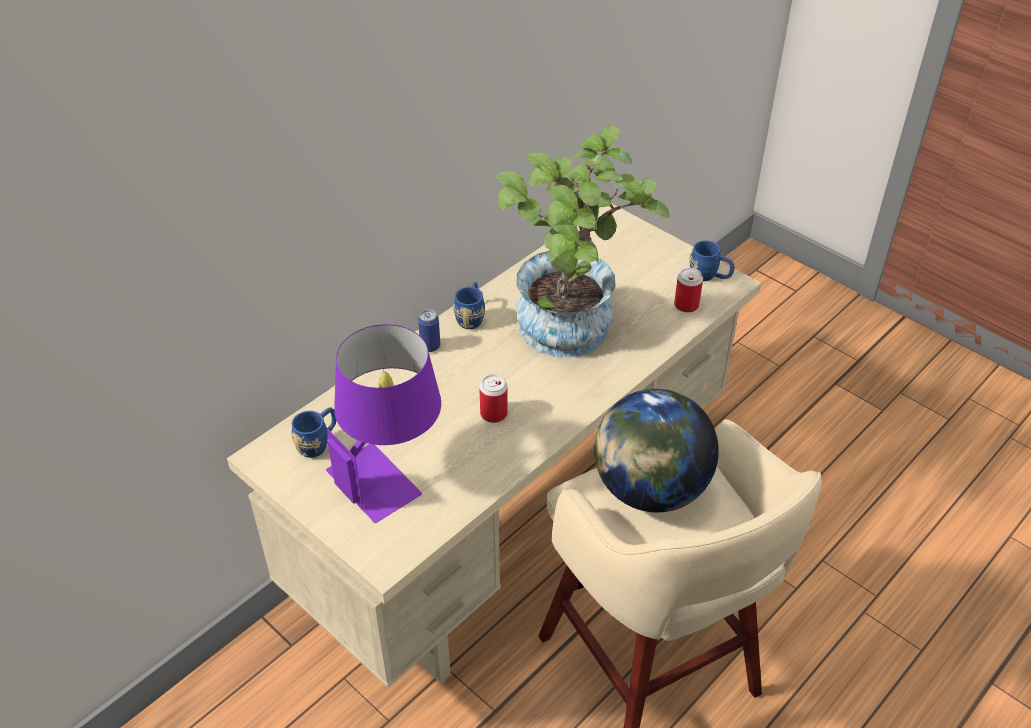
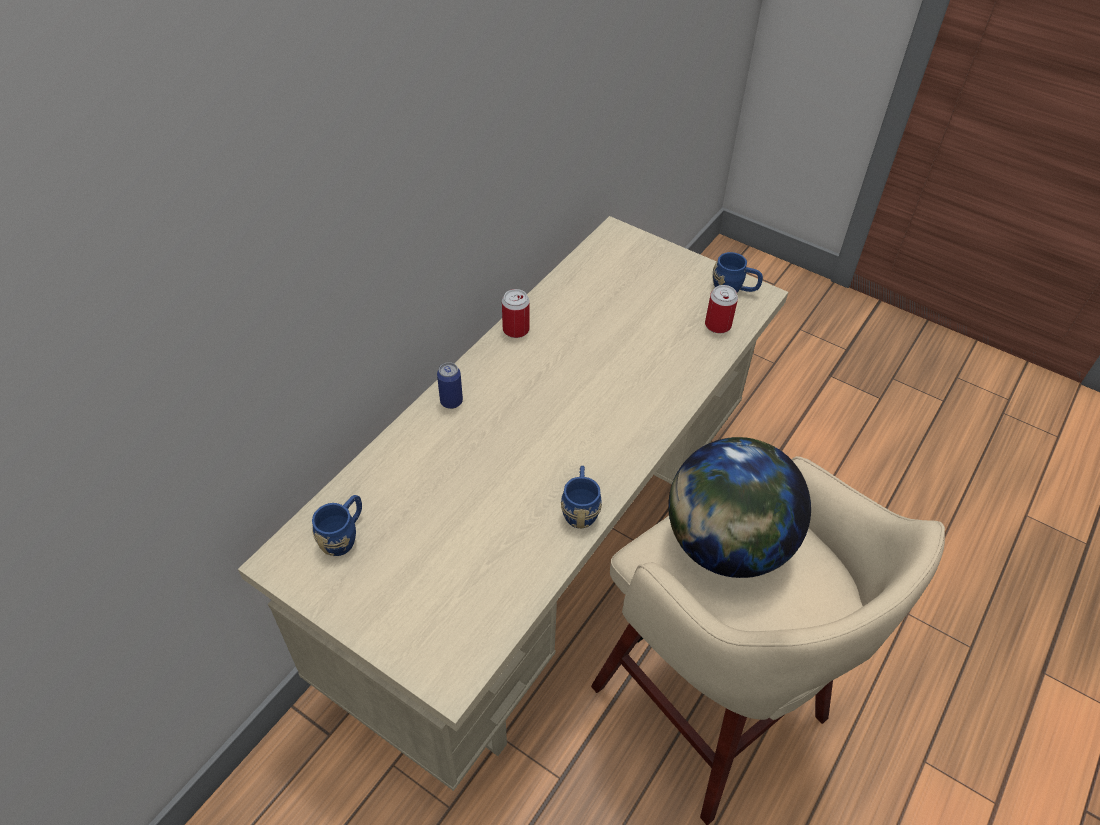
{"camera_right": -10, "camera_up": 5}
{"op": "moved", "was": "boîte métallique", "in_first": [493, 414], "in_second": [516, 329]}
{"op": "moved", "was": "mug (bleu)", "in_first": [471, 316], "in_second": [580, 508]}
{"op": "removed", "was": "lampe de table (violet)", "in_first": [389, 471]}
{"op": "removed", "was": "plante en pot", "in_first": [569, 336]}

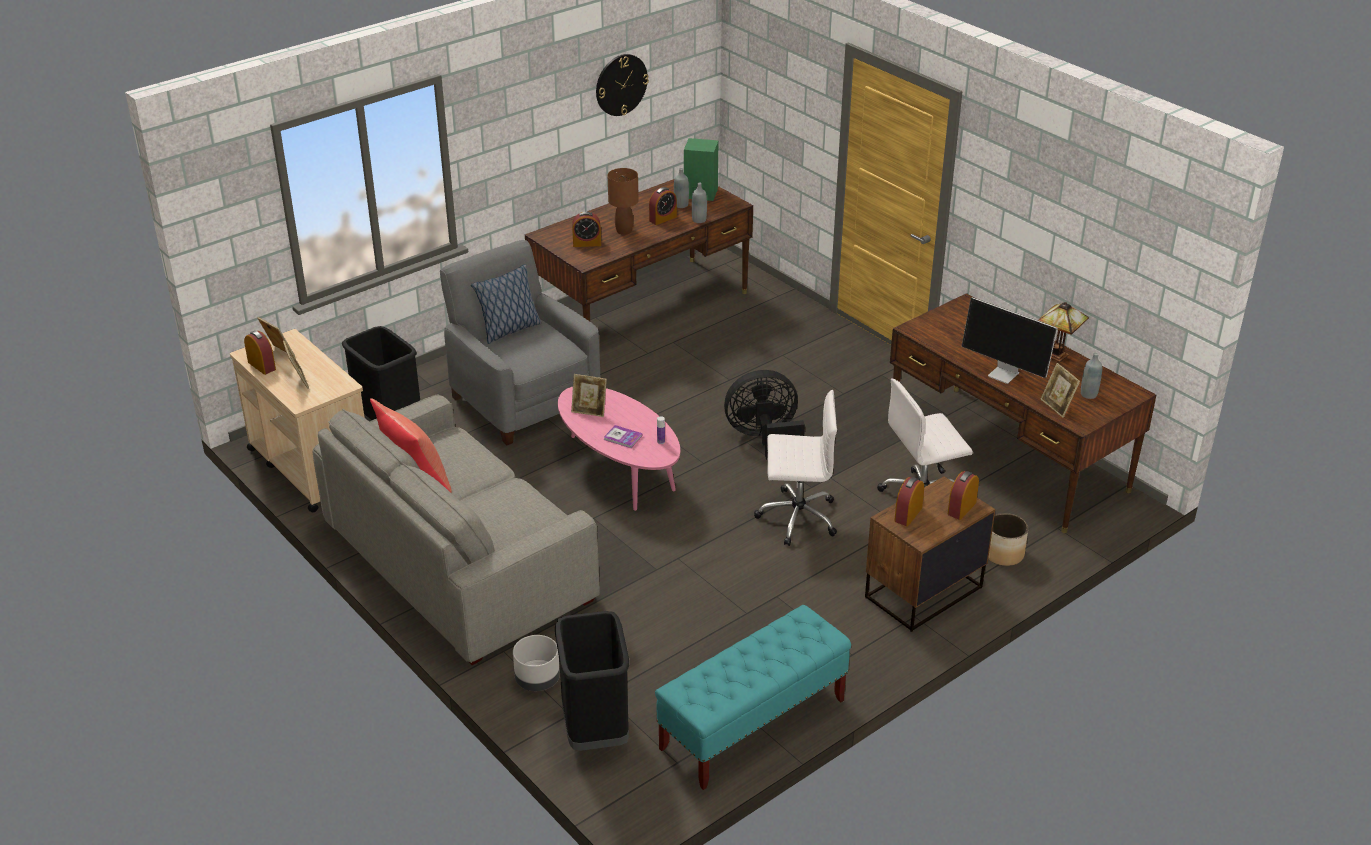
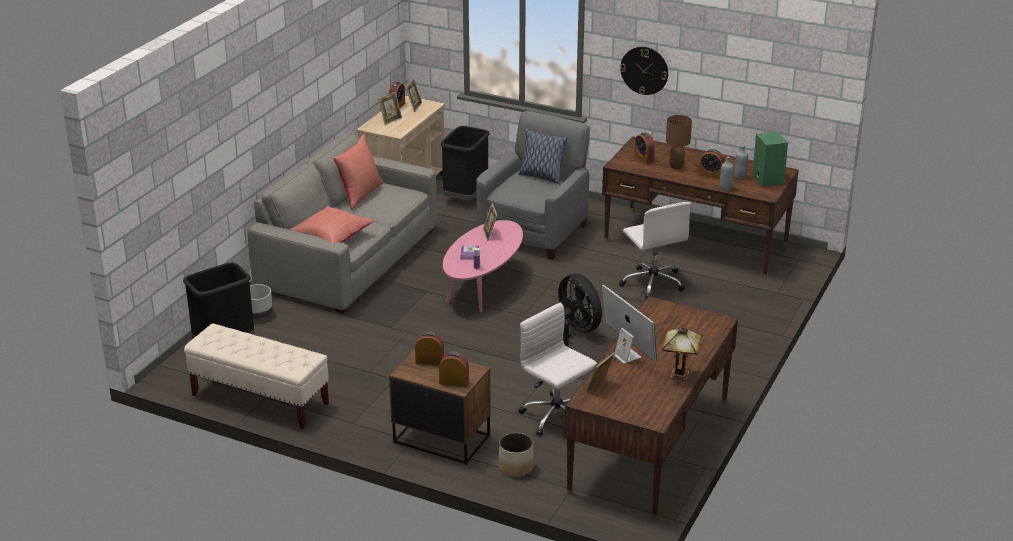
{"camera_right": 65, "camera_up": -5}
{"op": "recoloured", "was": "banc (turquoise)", "now": "banc (beige)", "in_first": [752, 725], "in_second": [260, 399]}
{"op": "added", "now": "coussin (rouge)", "in_second": [331, 237]}
{"op": "turned", "was": "écran d'ordinateur", "in_first": [1004, 374], "in_second": [625, 356], "clockwise": 135}
{"op": "moved", "was": "chaise de bureau (blanc)", "in_first": [796, 517], "in_second": [652, 282]}
{"op": "moved", "was": "horloge murale", "in_first": [621, 84], "in_second": [644, 70]}
{"op": "removed", "was": "bouteille (gris)", "in_first": [1088, 394]}

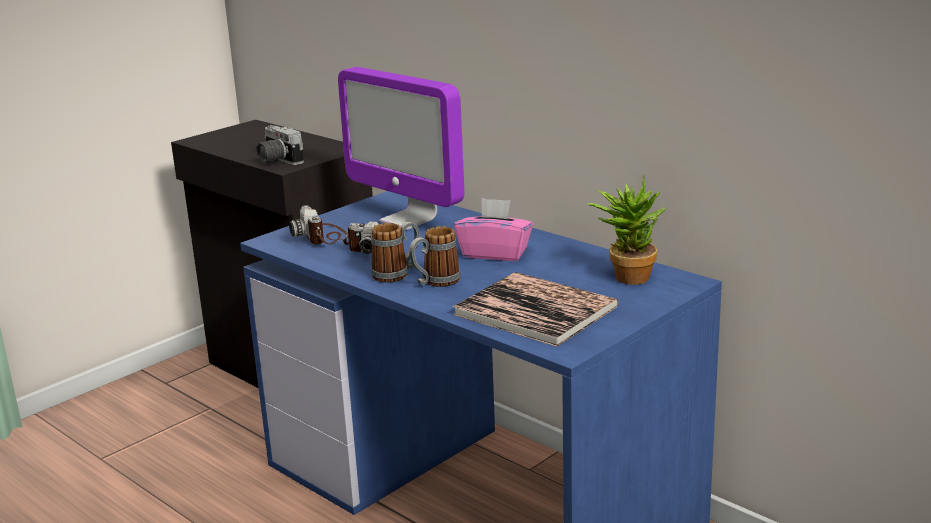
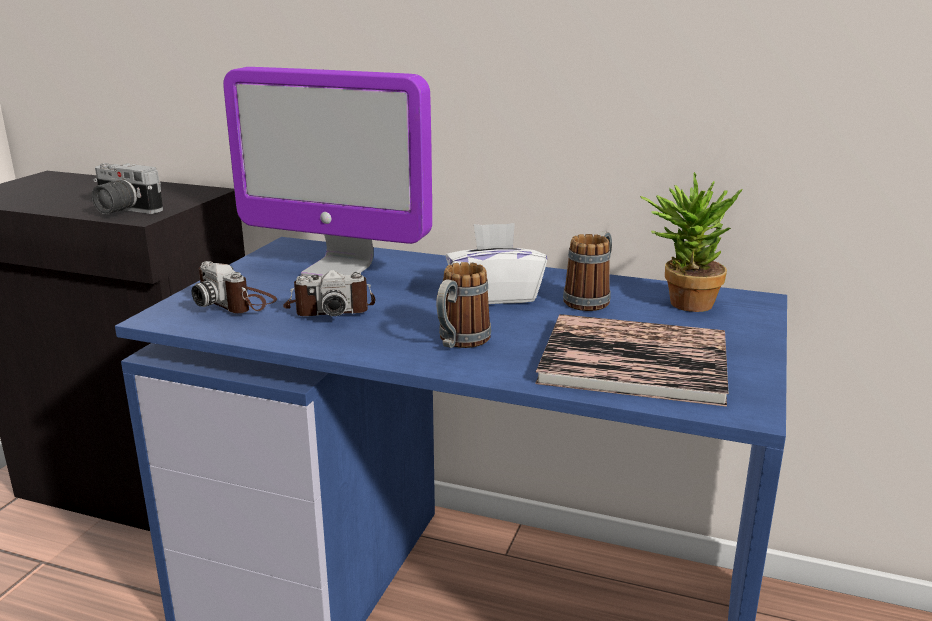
{"camera_right": -25, "camera_up": 0}
{"op": "recoloured", "was": "boîte à mouchoirs (rose)", "now": "boîte à mouchoirs (blanc)", "in_first": [495, 253], "in_second": [494, 296]}
{"op": "moved", "was": "mug", "in_first": [397, 274], "in_second": [591, 299]}

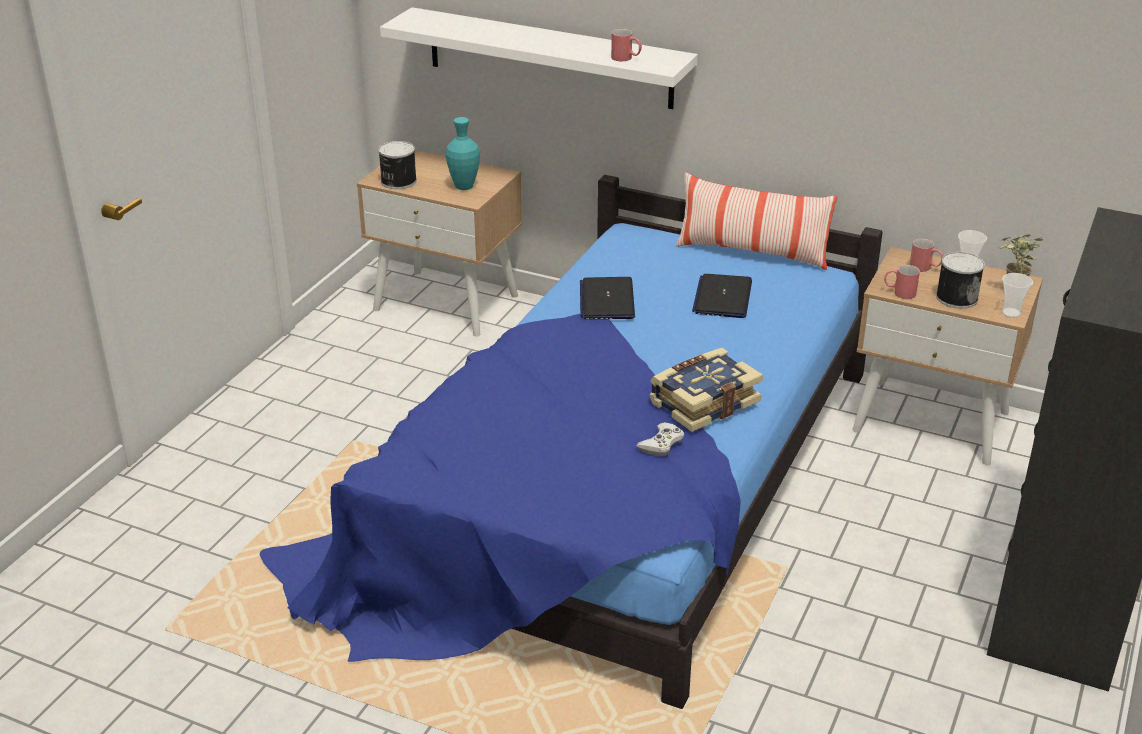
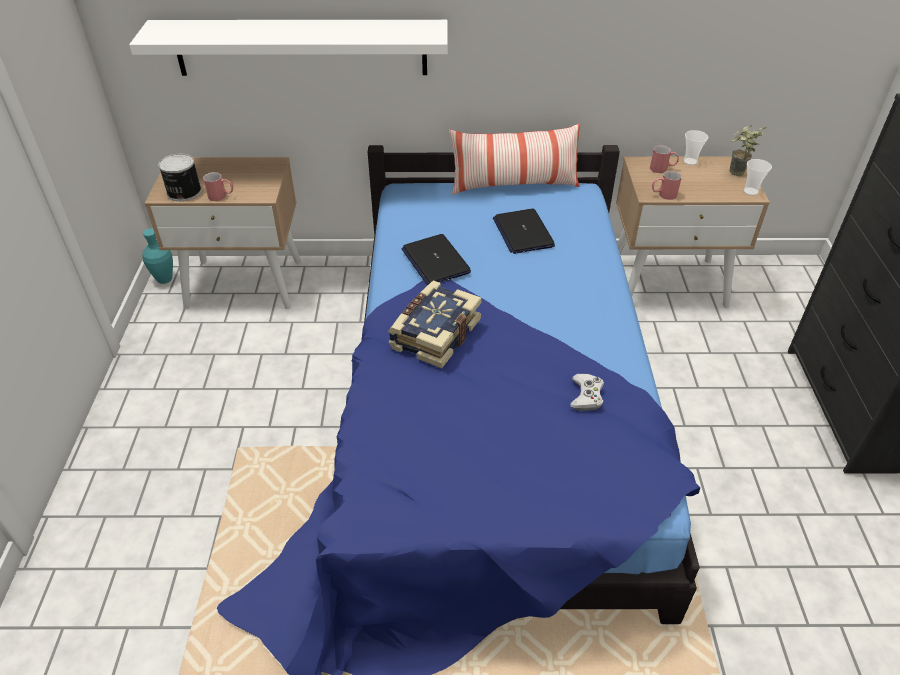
{"camera_right": -25, "camera_up": 10}
{"op": "moved", "was": "vase (turquoise)", "in_first": [464, 187], "in_second": [164, 279]}
{"op": "moved", "was": "mug (rouge)", "in_first": [626, 58], "in_second": [221, 196]}
{"op": "moved", "was": "livre", "in_first": [703, 402], "in_second": [434, 334]}
{"op": "removed", "was": "boîte métallique", "in_first": [956, 297]}

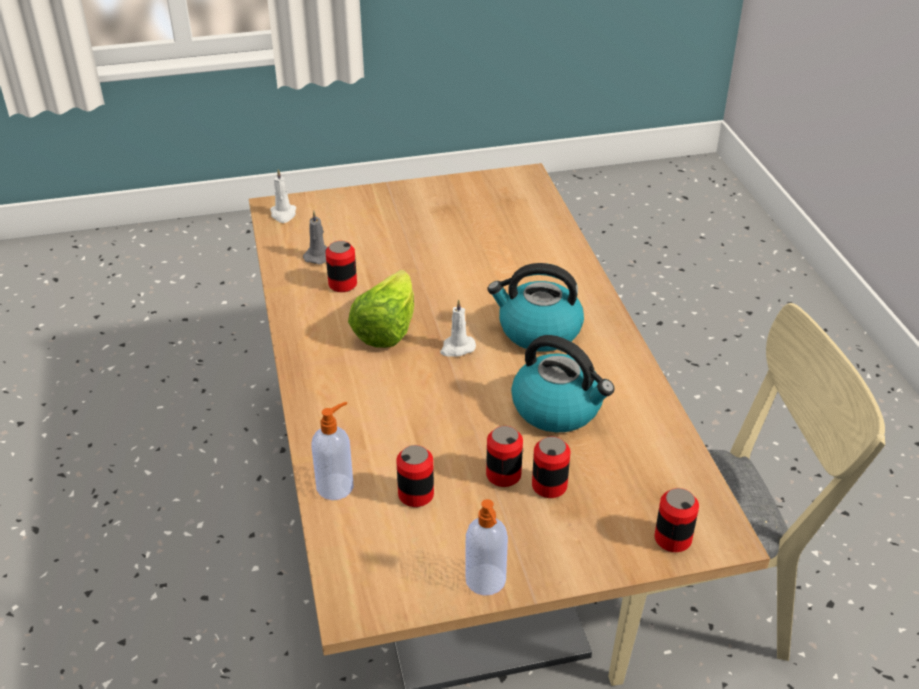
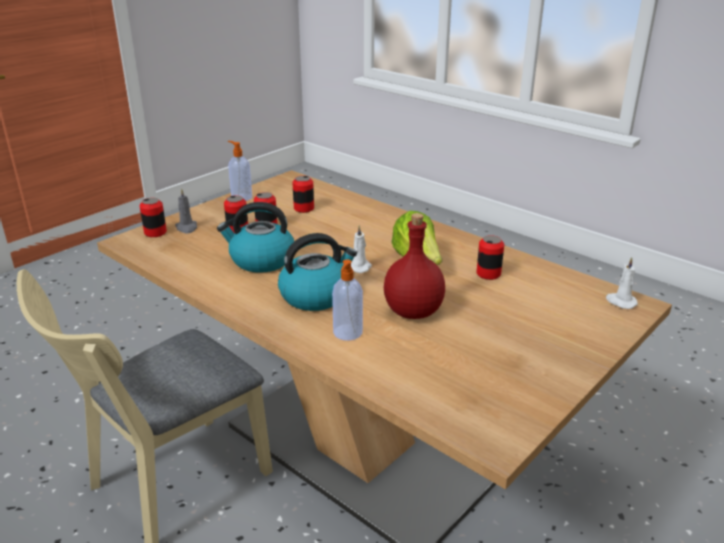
{"camera_right": 145, "camera_up": -10}
{"op": "moved", "was": "bougie (gris)", "in_first": [318, 256], "in_second": [187, 228]}
{"op": "moved", "was": "distributeur de savon", "in_first": [336, 486], "in_second": [347, 333]}
{"op": "added", "now": "bouteille (rouge)", "in_second": [413, 311]}

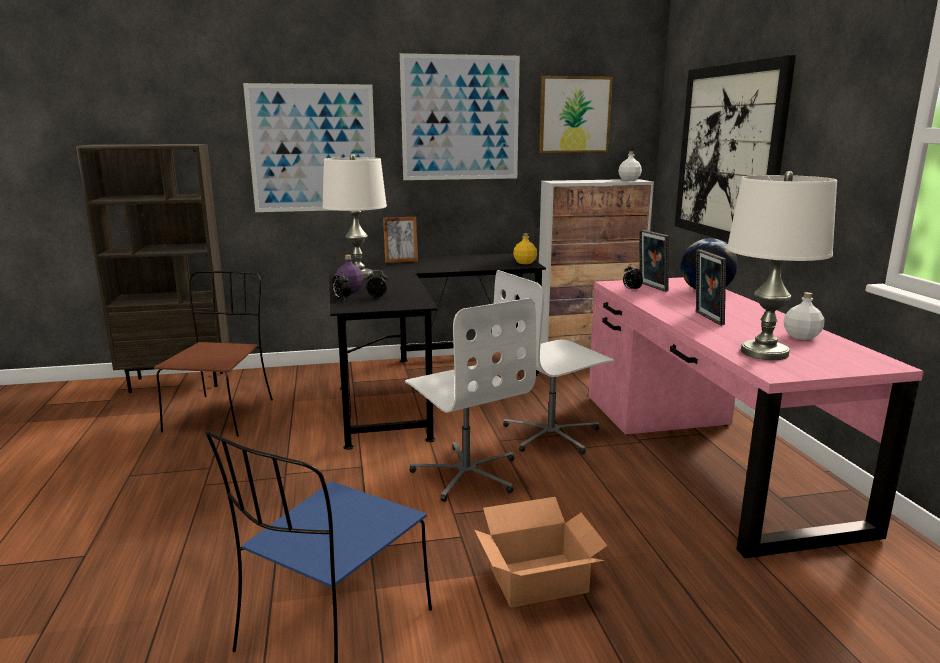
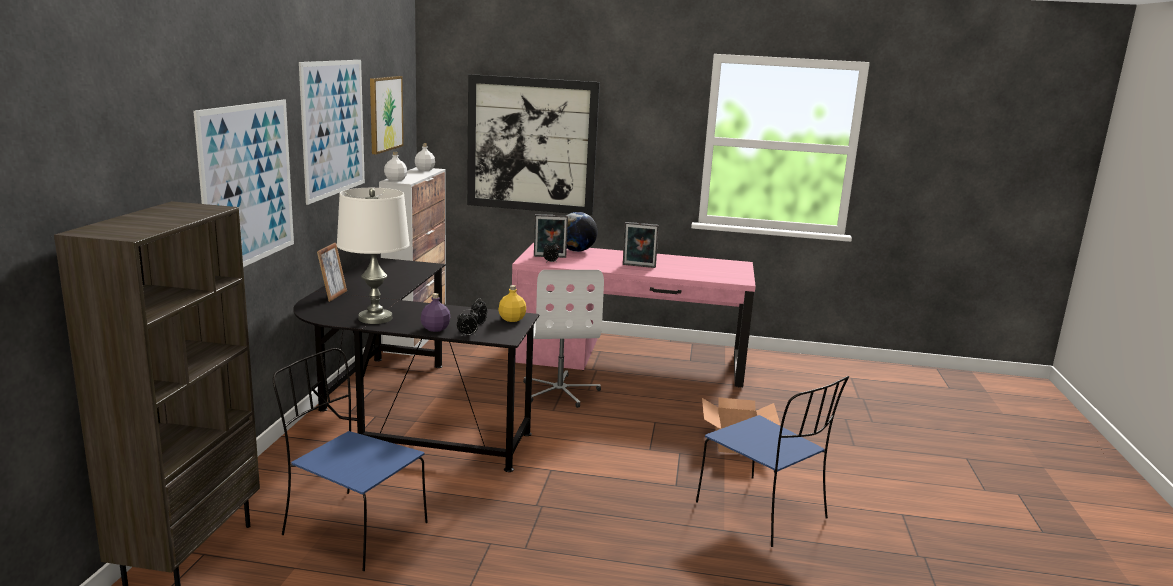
{"camera_right": -70, "camera_up": 0}
{"op": "recoloured", "was": "chaise (marron)", "now": "chaise (bleu)", "in_first": [221, 414], "in_second": [352, 528]}
{"op": "moved", "was": "bouteille (blanc)", "in_first": [802, 337], "in_second": [396, 180]}
{"op": "moved", "was": "bouteille (jaune)", "in_first": [524, 262], "in_second": [512, 319]}
{"op": "removed", "was": "chaise de bureau (blanc)", "in_first": [467, 473]}
{"op": "removed", "was": "lampe de table (blanc)", "in_first": [764, 352]}

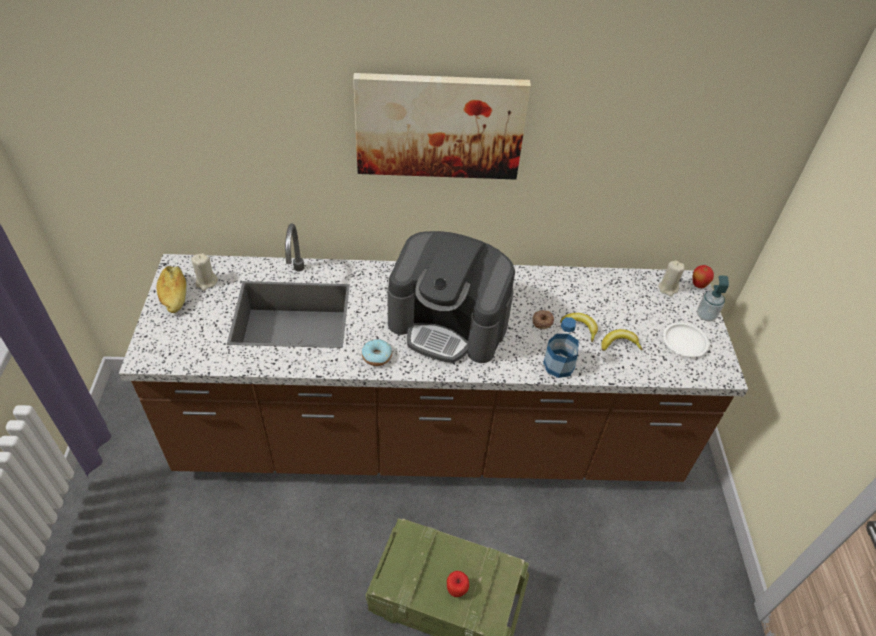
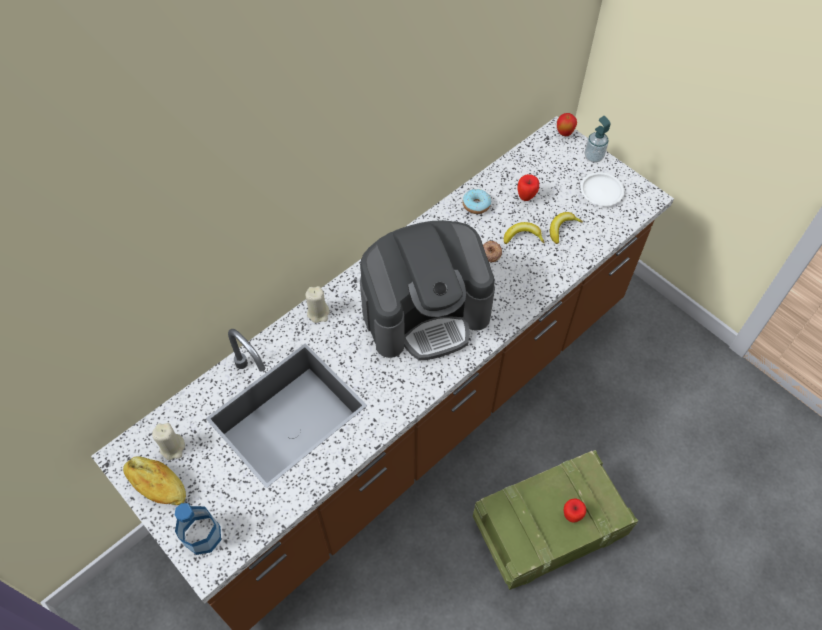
{"camera_right": -40, "camera_up": 10}
{"op": "moved", "was": "bouteille", "in_first": [559, 365], "in_second": [203, 536]}
{"op": "moved", "was": "bougie (beige)", "in_first": [668, 288], "in_second": [318, 313]}
{"op": "moved", "was": "beignet", "in_first": [377, 356], "in_second": [476, 205]}
{"op": "added", "now": "pomme", "in_second": [526, 197]}
{"op": "removed", "was": "tableau", "in_first": [439, 126]}

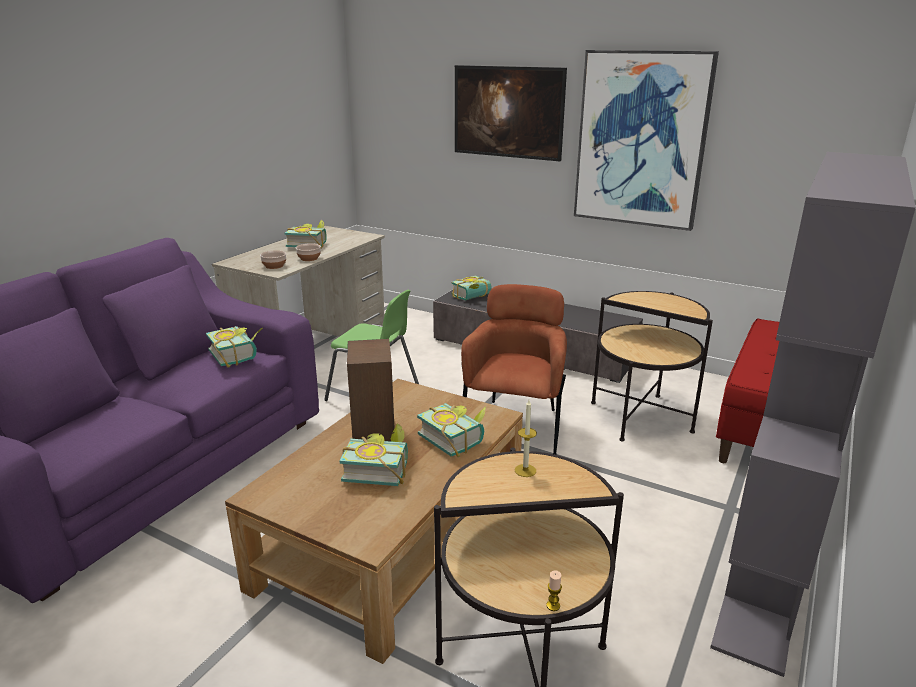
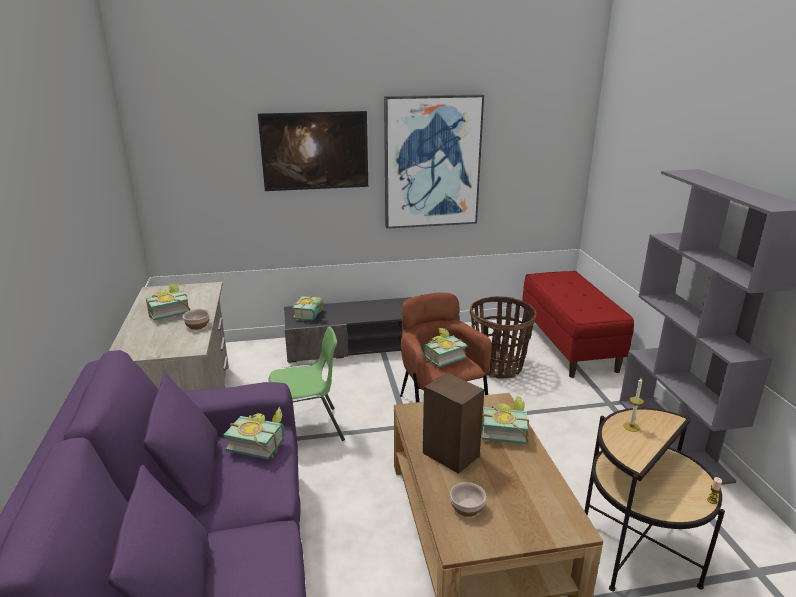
{"camera_right": -40, "camera_up": 0}
{"op": "moved", "was": "livre", "in_first": [377, 469], "in_second": [442, 357]}
{"op": "moved", "was": "bol", "in_first": [274, 266], "in_second": [467, 507]}
{"op": "replaced", "was": "table d'appoint", "now": "panier", "in_first": [640, 417], "in_second": [498, 366]}

